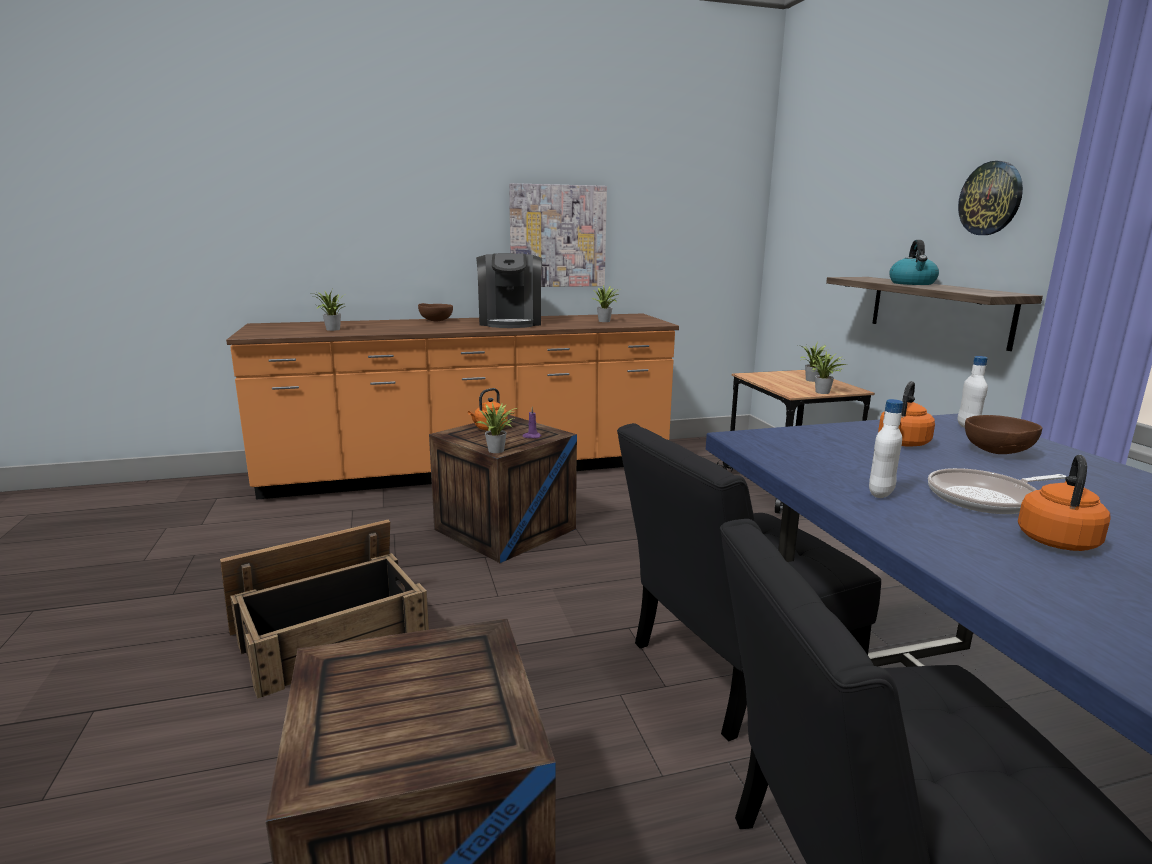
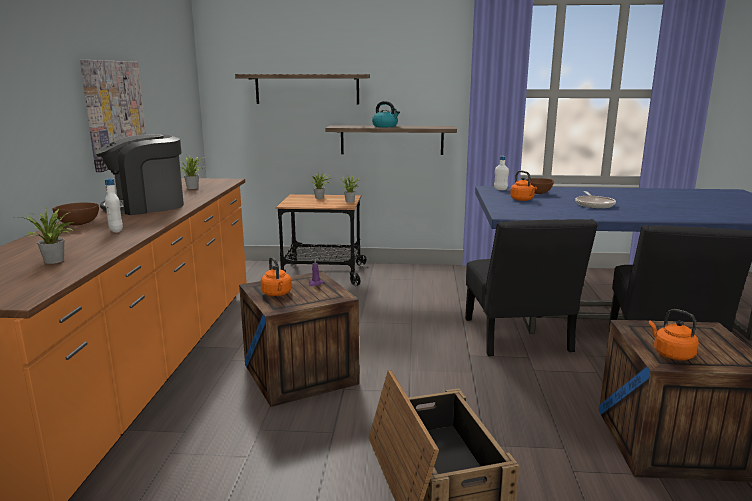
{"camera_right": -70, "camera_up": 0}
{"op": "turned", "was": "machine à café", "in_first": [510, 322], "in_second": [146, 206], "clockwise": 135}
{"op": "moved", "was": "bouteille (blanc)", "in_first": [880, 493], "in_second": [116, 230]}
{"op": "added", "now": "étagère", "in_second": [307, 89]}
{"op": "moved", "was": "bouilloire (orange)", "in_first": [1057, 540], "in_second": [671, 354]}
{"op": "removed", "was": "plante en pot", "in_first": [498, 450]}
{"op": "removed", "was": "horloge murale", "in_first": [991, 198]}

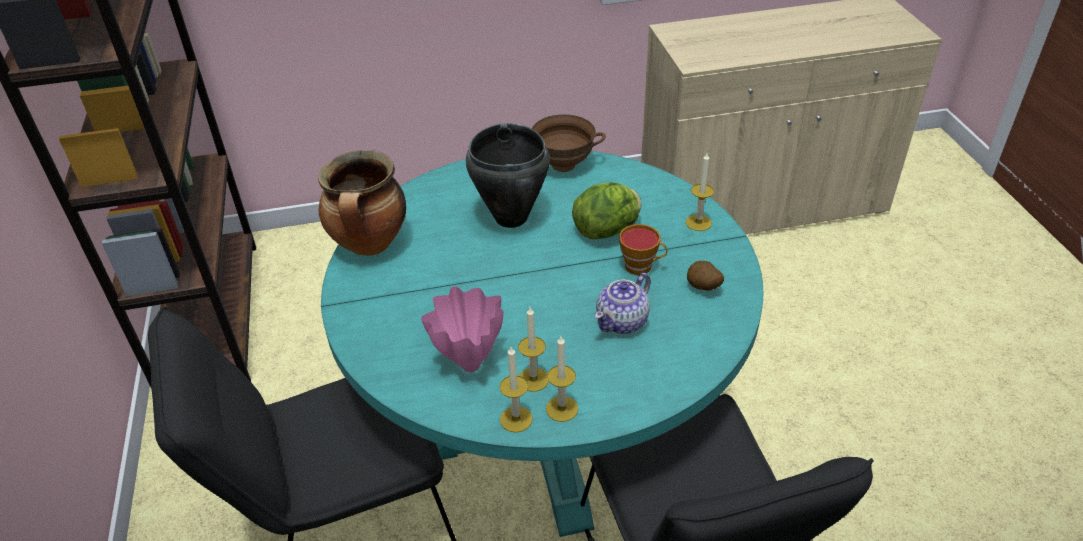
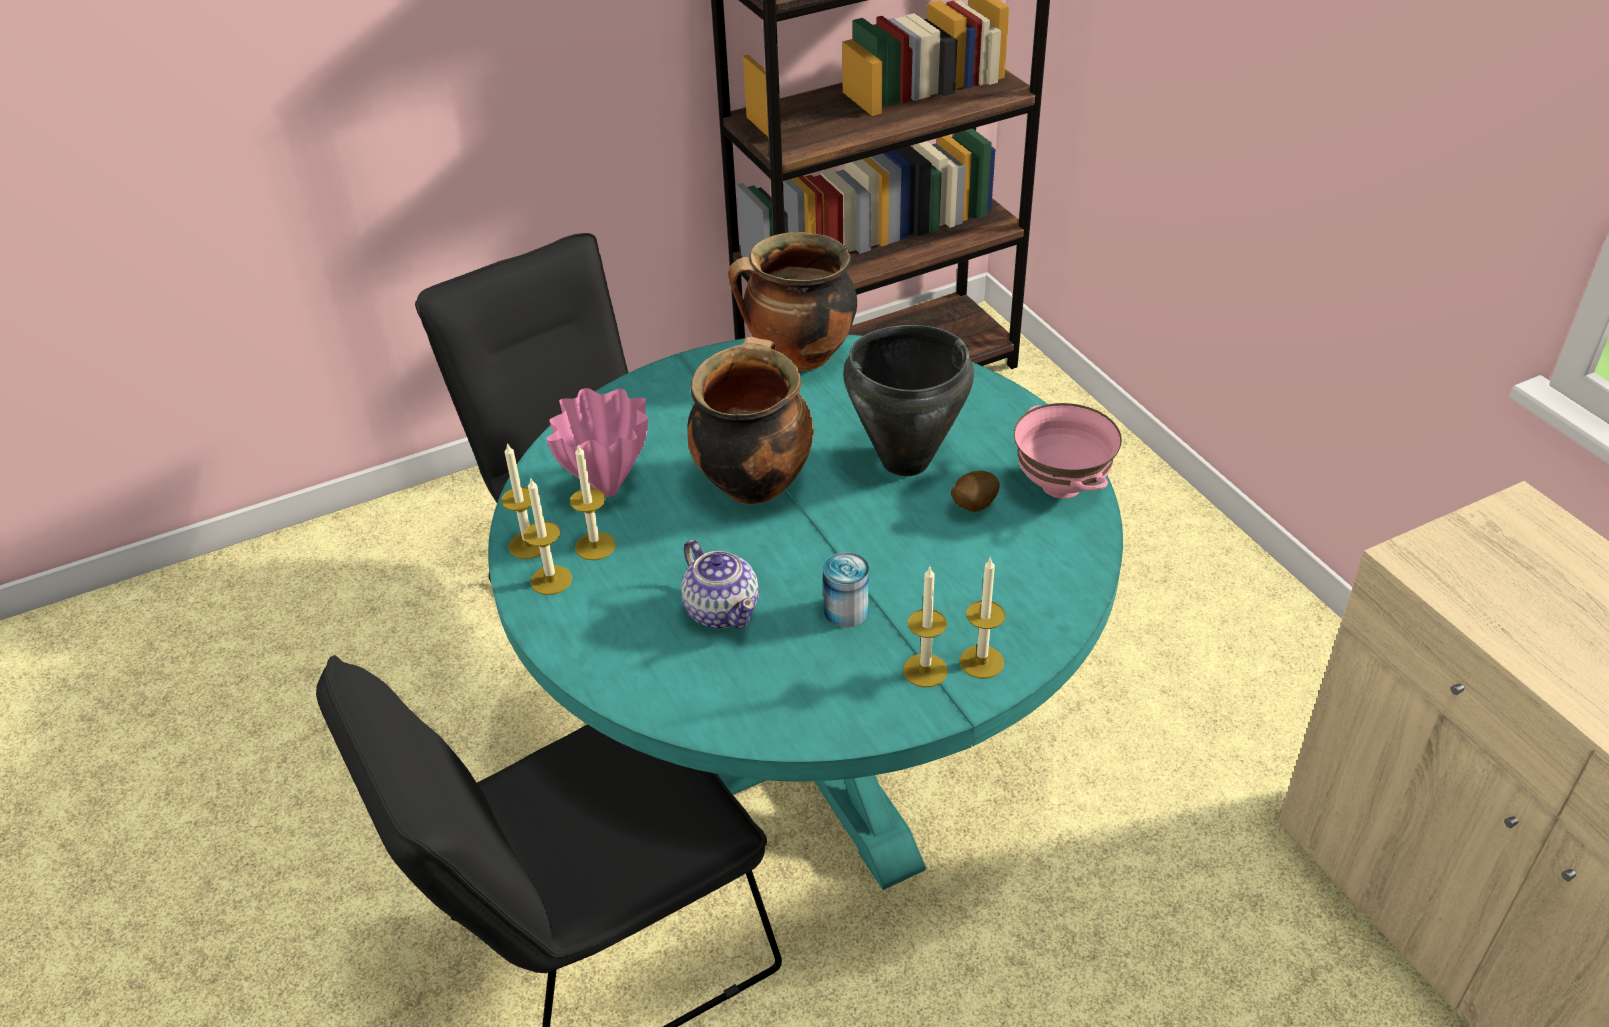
{"camera_right": 75, "camera_up": 0}
{"op": "turned", "was": "théière", "in_first": [623, 321], "in_second": [722, 609], "clockwise": -150}
{"op": "added", "now": "marmite", "in_second": [753, 482]}
{"op": "replaced", "was": "tasse", "now": "boîte métallique", "in_first": [641, 266], "in_second": [846, 611]}
{"op": "added", "now": "bougie", "in_second": [925, 670]}
{"op": "moved", "was": "pomme de terre", "in_first": [702, 288], "in_second": [972, 507]}
{"op": "recoloured", "was": "bol (marron)", "now": "bol (rose)", "in_first": [563, 165], "in_second": [1060, 486]}
{"op": "removed", "was": "laitue", "in_first": [607, 231]}

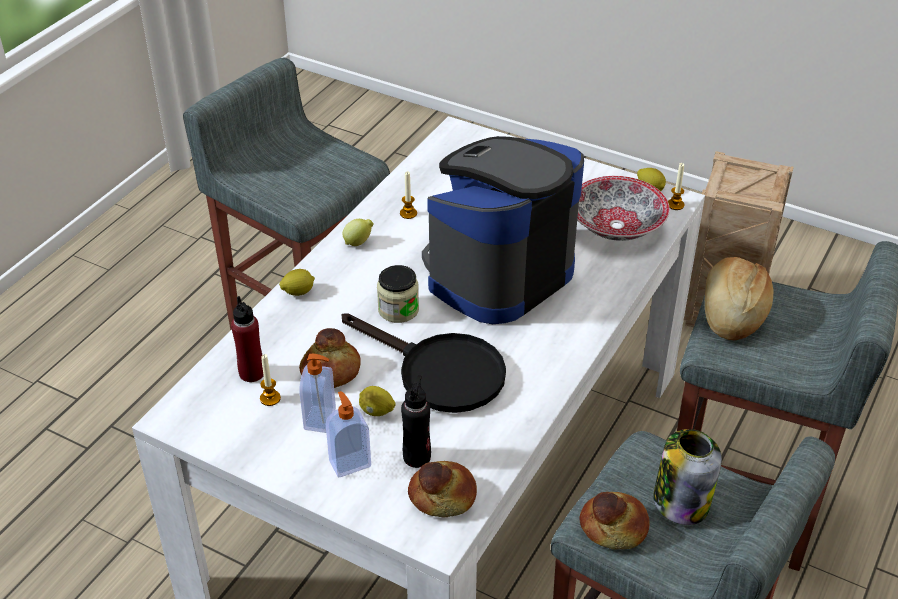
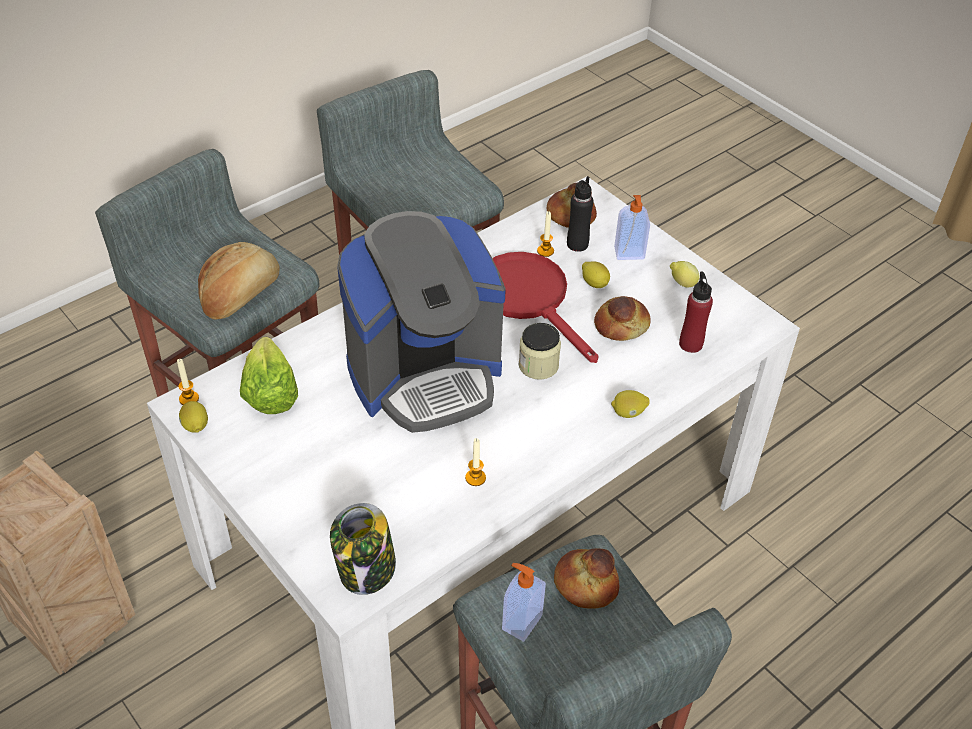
{"camera_right": -160, "camera_up": 5}
{"op": "replaced", "was": "bol", "now": "laitue", "in_first": [617, 225], "in_second": [269, 393]}
{"op": "moved", "was": "bocal", "in_first": [680, 501], "in_second": [366, 570]}
{"op": "recoloured", "was": "poêle (noir)", "now": "poêle (rouge)", "in_first": [439, 372], "in_second": [530, 299]}
{"op": "moved", "was": "distributeur de savon", "in_first": [321, 419], "in_second": [520, 622]}
{"op": "moved", "was": "bougie", "in_first": [270, 398], "in_second": [545, 251]}
{"op": "moved", "was": "pain", "in_first": [613, 528], "in_second": [586, 584]}
{"op": "moved", "was": "citron", "in_first": [358, 242], "in_second": [682, 284]}

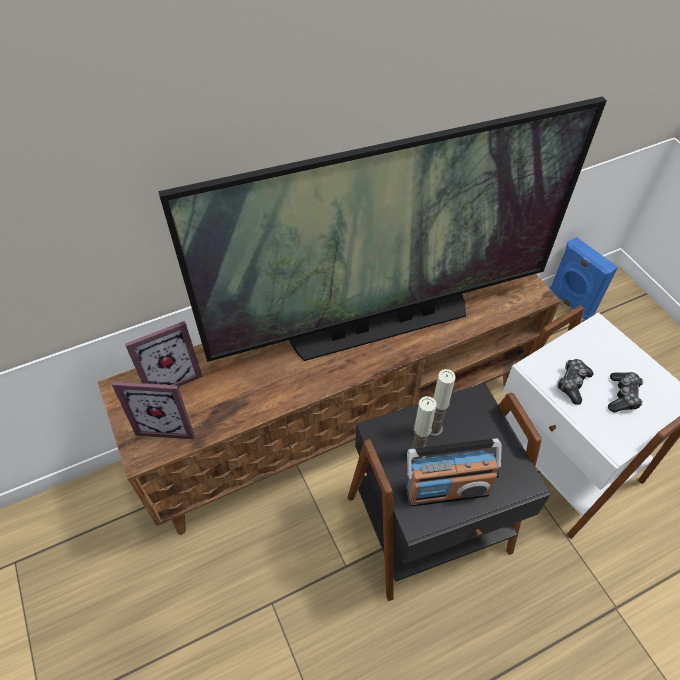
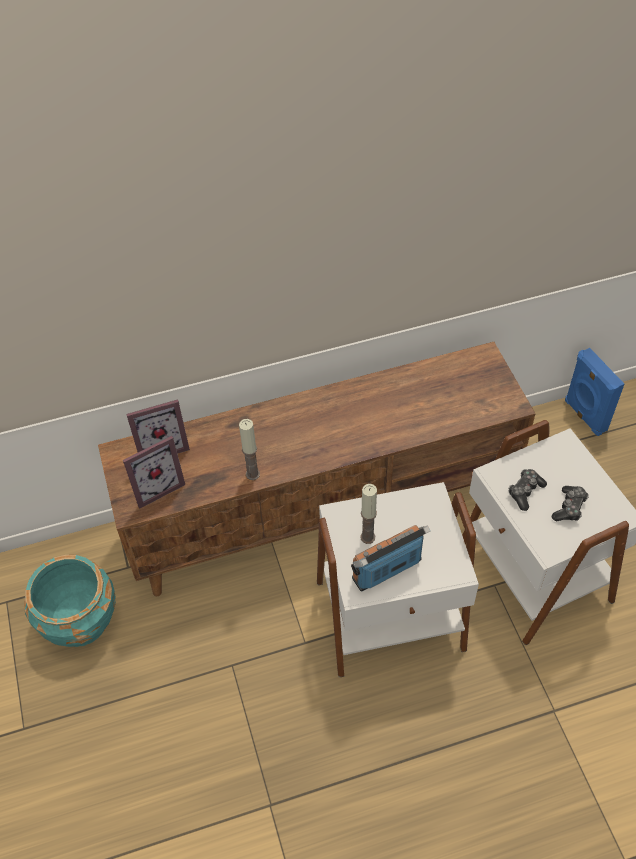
{"camera_right": 10, "camera_up": 0}
{"op": "added", "now": "cache-pot (turquoise)", "in_second": [79, 621]}
{"op": "turned", "was": "cadre photo", "in_first": [168, 422], "in_second": [156, 486], "clockwise": -45}
{"op": "moved", "was": "bougie", "in_first": [434, 428], "in_second": [252, 474]}
{"op": "recoloured", "was": "table d'appoint (noir)", "now": "table d'appoint (blanc)", "in_first": [430, 527], "in_second": [391, 618]}
{"op": "turned", "was": "radio", "in_first": [447, 490], "in_second": [387, 569], "clockwise": 150}
{"op": "removed", "was": "téléviseur", "in_first": [380, 324]}

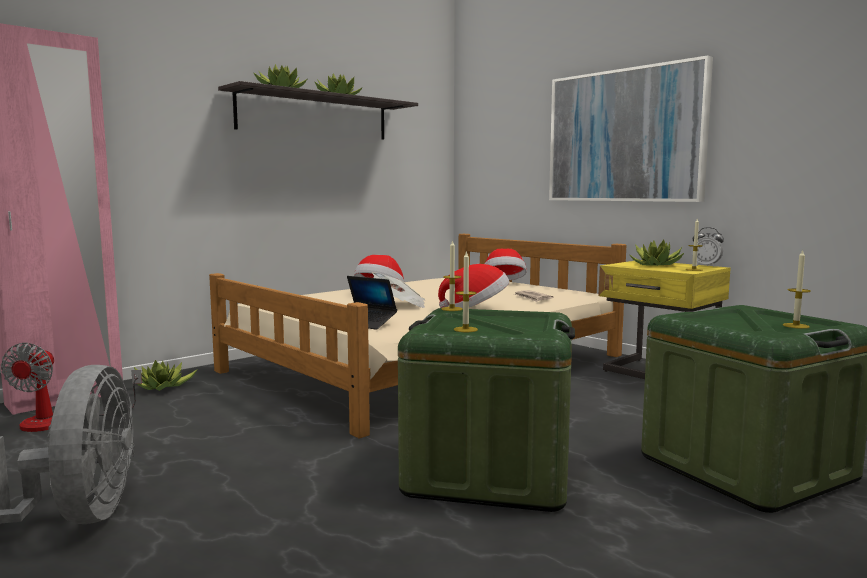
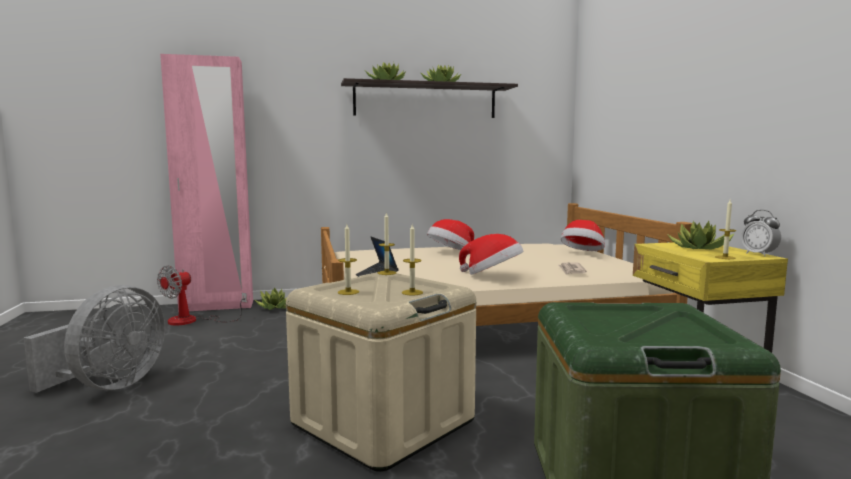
{"camera_right": 30, "camera_up": 0}
{"op": "recoloured", "was": "boîte de rangement (vert)", "now": "boîte de rangement (beige)", "in_first": [489, 471], "in_second": [383, 422]}
{"op": "moved", "was": "bougie", "in_first": [796, 326], "in_second": [412, 292]}
{"op": "removed", "was": "journal", "in_first": [400, 305]}
{"op": "removed", "was": "tableau", "in_first": [625, 136]}

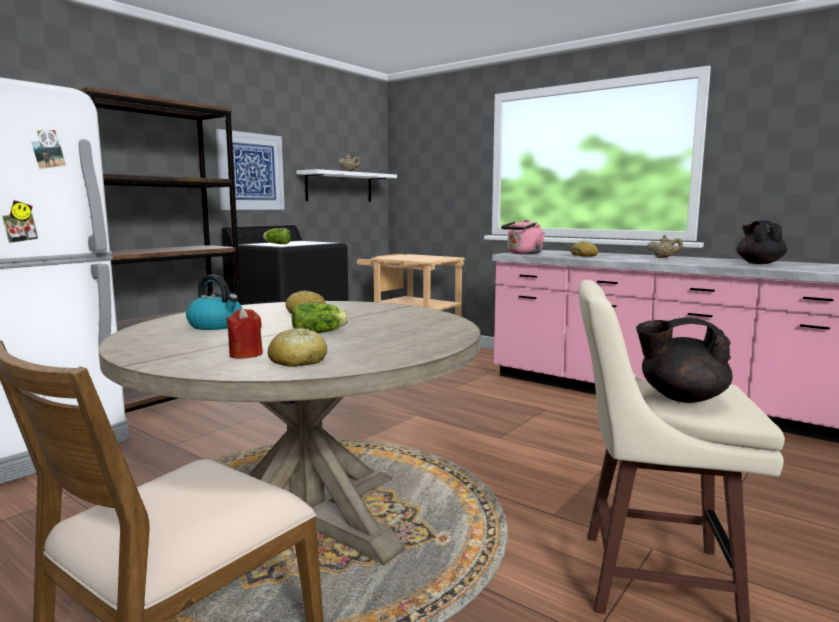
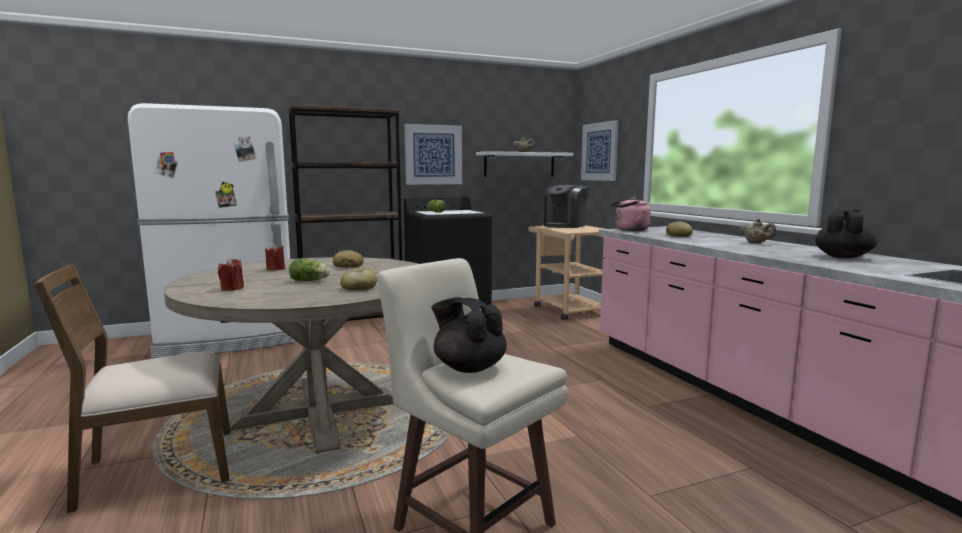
{"camera_right": 30, "camera_up": 0}
{"op": "replaced", "was": "bouilloire", "now": "bougie (rouge)", "in_first": [216, 325], "in_second": [275, 269]}
{"op": "moved", "was": "pain", "in_first": [298, 361], "in_second": [359, 288]}
{"op": "added", "now": "machine à café", "in_second": [565, 225]}
{"op": "added", "now": "tableau", "in_second": [599, 151]}

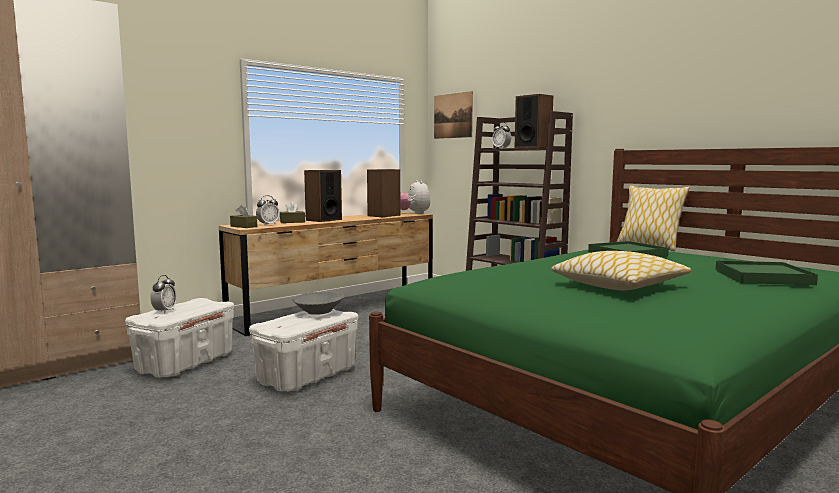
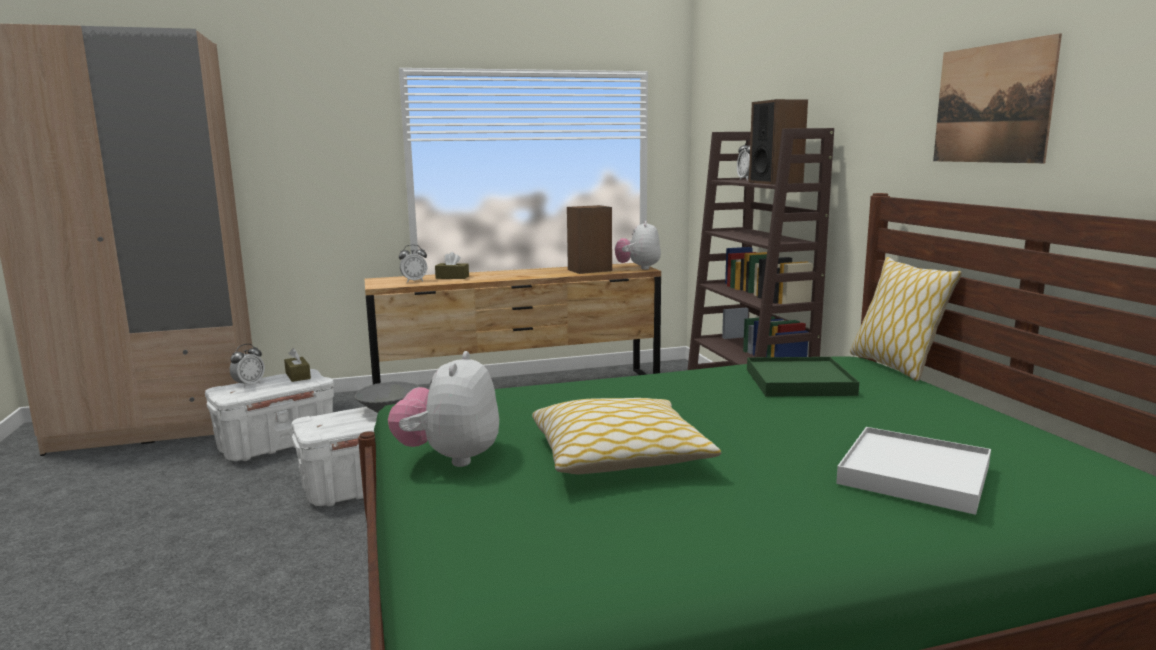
{"camera_right": 25, "camera_up": 5}
{"op": "moved", "was": "boîte à mouchoirs (marron)", "in_first": [243, 226], "in_second": [298, 376]}
{"op": "added", "now": "peluche", "in_second": [450, 458]}
{"op": "recoloured", "was": "plateau (vert)", "now": "plateau (blanc)", "in_first": [762, 277], "in_second": [914, 475]}
{"op": "moved", "was": "tableau", "in_first": [453, 116], "in_second": [991, 104]}
{"op": "removed", "was": "enceinte", "in_first": [323, 220]}

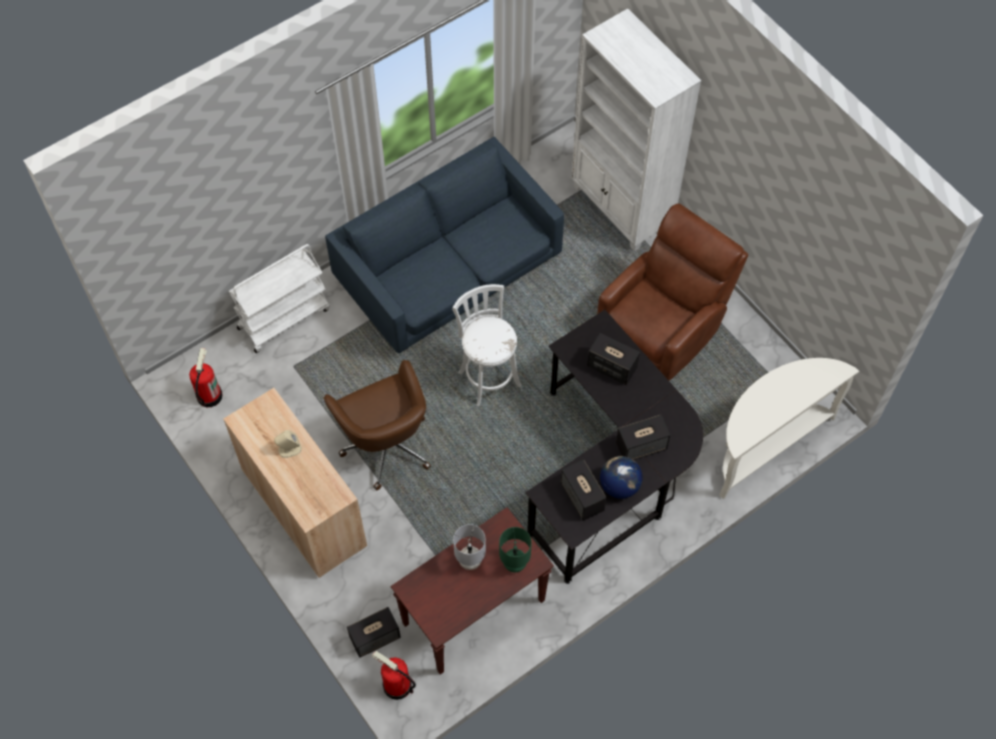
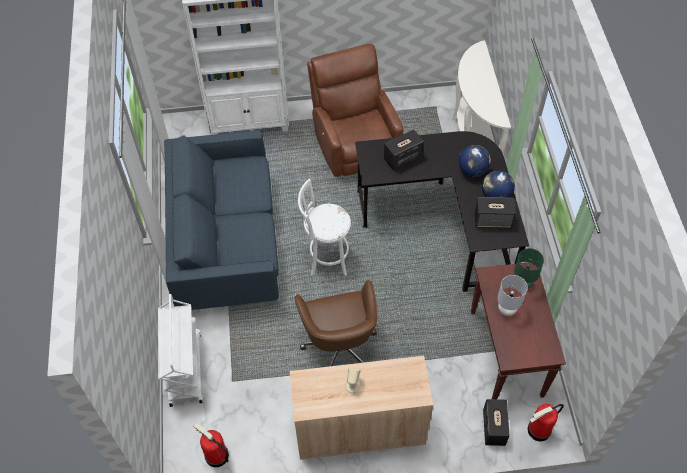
{"camera_right": -60, "camera_up": -5}
{"op": "turned", "was": "chaise de bureau (marron)", "in_first": [386, 444], "in_second": [340, 347], "clockwise": 75}
{"op": "replaced", "was": "enceinte", "now": "globe", "in_first": [641, 446], "in_second": [472, 170]}

